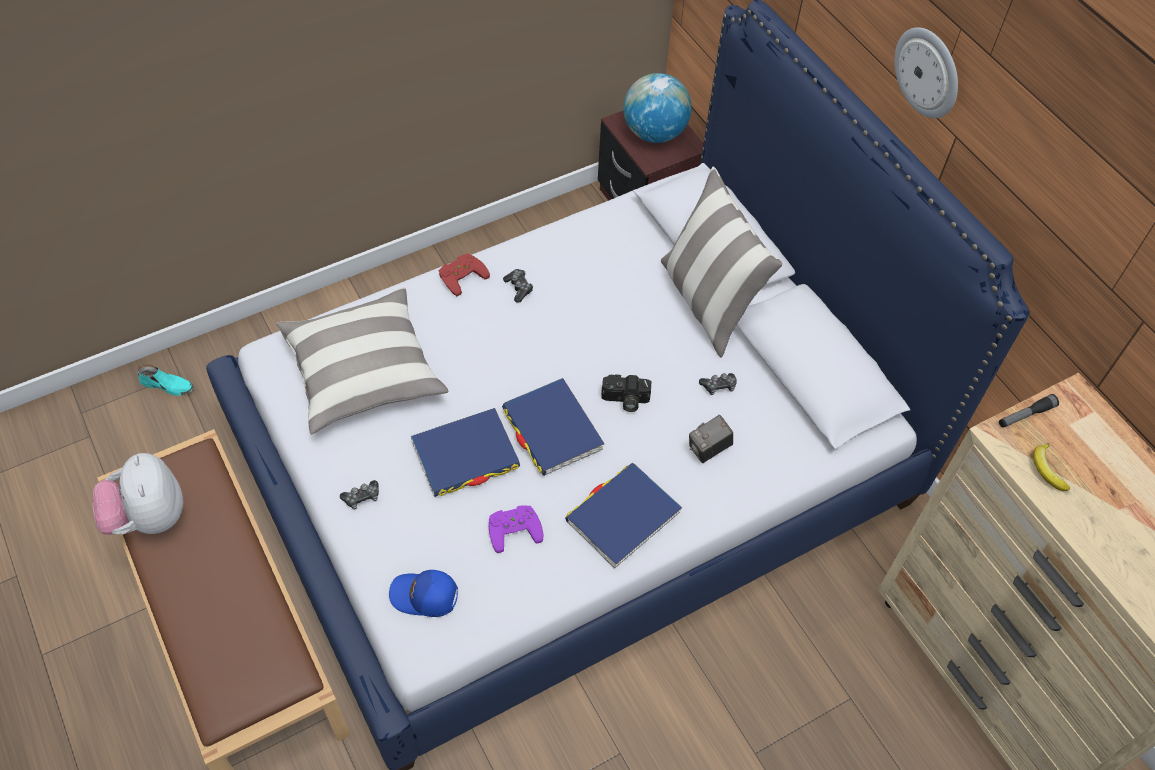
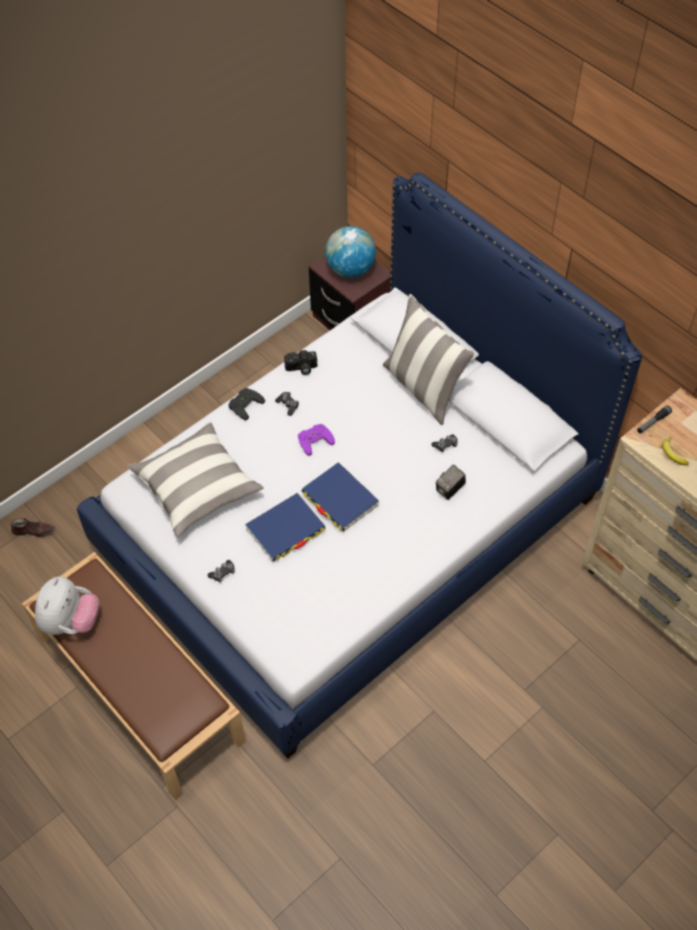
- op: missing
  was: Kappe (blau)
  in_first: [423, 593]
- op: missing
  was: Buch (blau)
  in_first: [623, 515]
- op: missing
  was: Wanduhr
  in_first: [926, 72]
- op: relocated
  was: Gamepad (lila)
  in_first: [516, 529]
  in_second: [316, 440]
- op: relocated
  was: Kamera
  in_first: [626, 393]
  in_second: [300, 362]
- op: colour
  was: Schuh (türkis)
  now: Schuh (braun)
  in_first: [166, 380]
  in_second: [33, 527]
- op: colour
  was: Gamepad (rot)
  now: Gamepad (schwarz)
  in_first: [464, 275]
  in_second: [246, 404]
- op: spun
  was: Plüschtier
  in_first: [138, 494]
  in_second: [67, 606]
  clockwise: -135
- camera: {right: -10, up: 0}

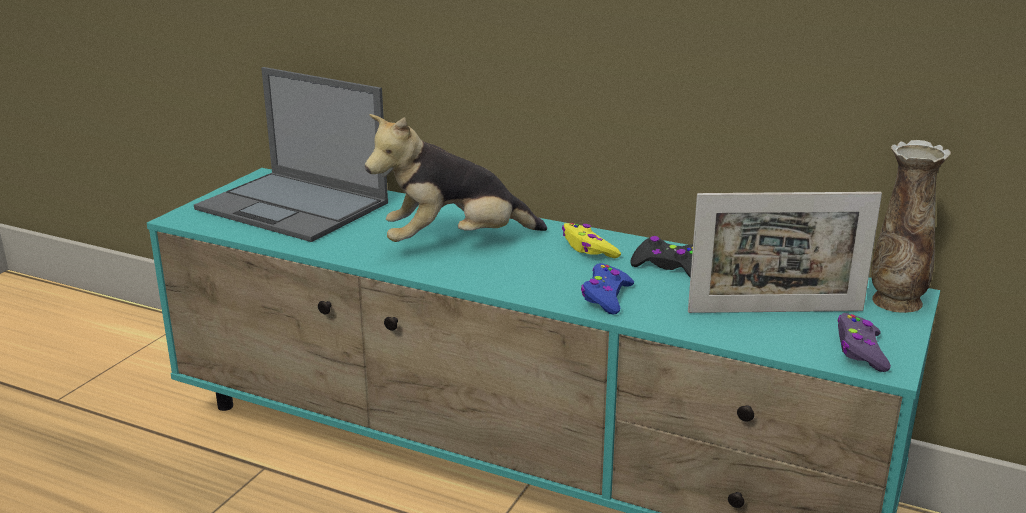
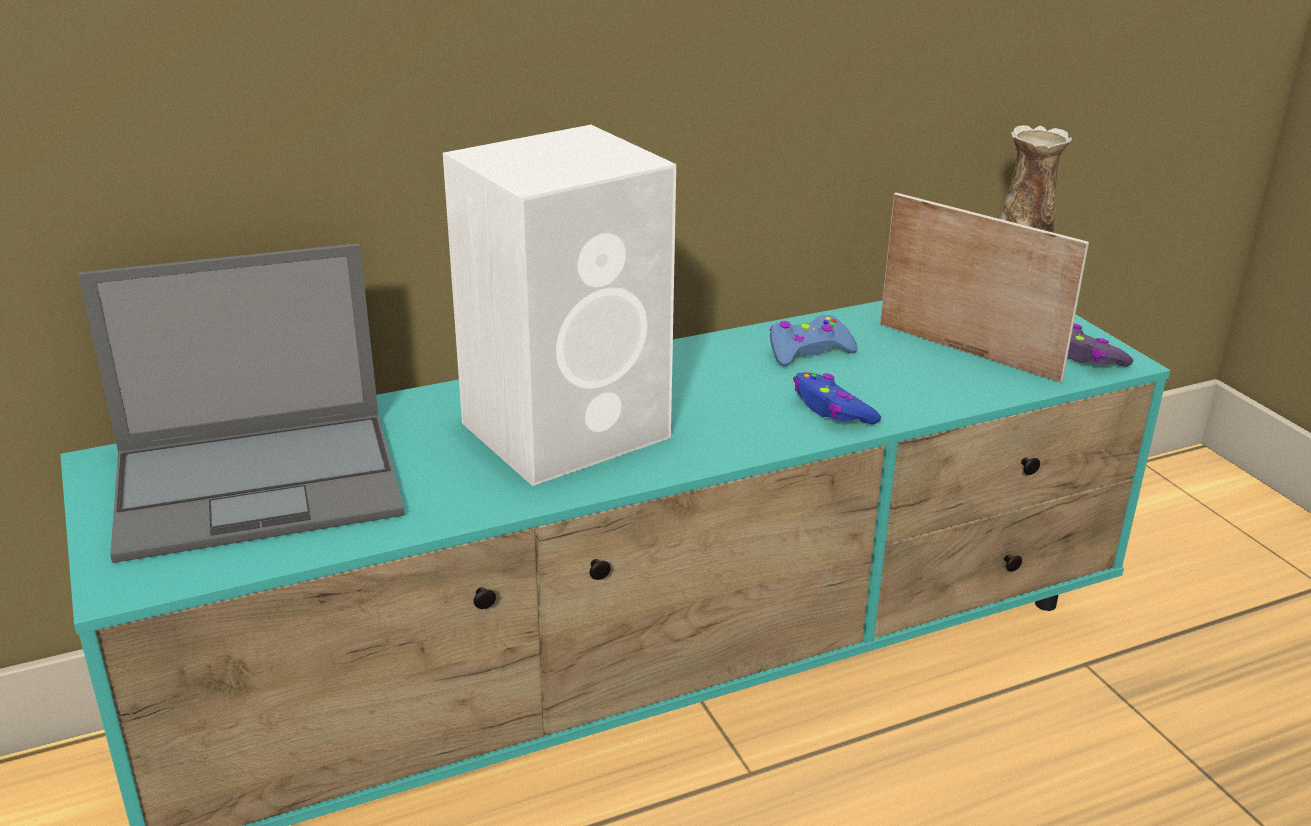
- op: missing
  was: Gamepad (gelb)
  in_first: [591, 240]
- op: exchanged
  was: Plüschtier
  now: Lautsprecher (weiß)
  in_first: [456, 178]
  in_second: [559, 305]
- op: colour
  was: Gamepad (schwarz)
  now: Gamepad (blau)
  in_first: [661, 256]
  in_second: [814, 340]
- op: spun
  was: Bilderrahmen
  in_first: [785, 252]
  in_second: [984, 288]
  clockwise: -90
- camera: {right: -50, up: 5}

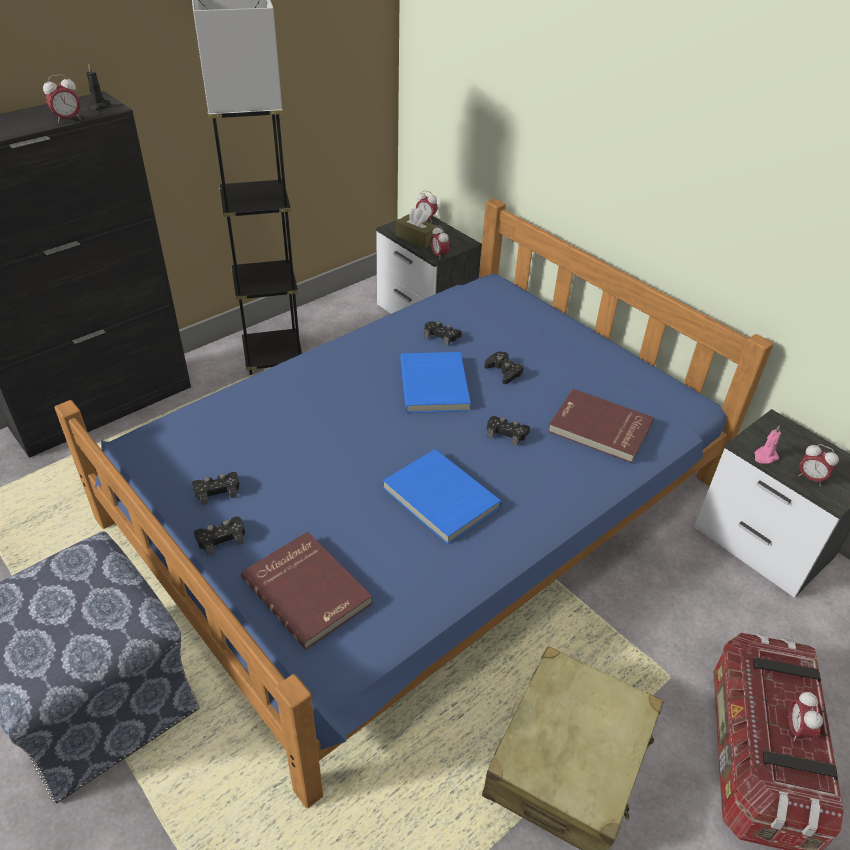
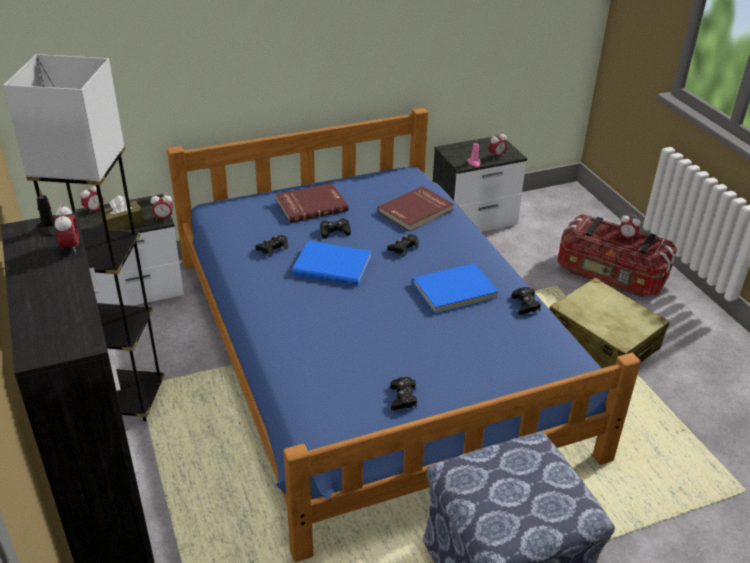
- op: relocated
  was: Gamepad (schwarz)
  in_first: [219, 535]
  in_second: [526, 301]
- op: relocated
  was: Buch (rot)
  in_first: [306, 591]
  in_second: [312, 203]
- camera: {right: -70, up: -5}

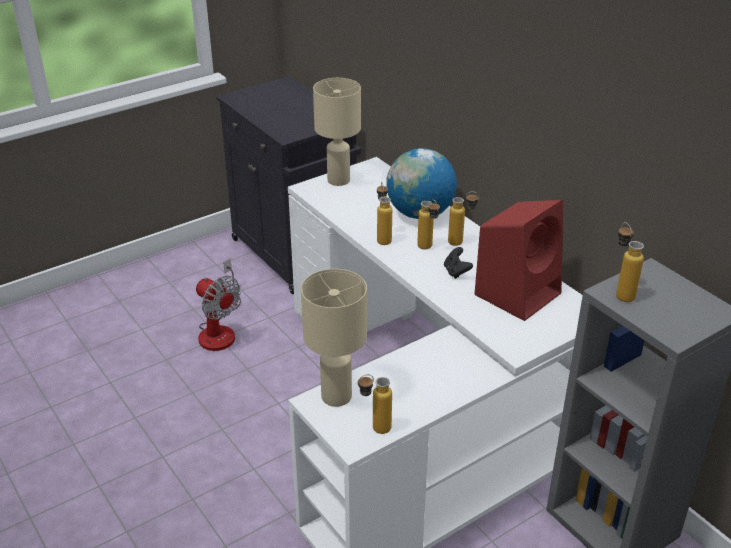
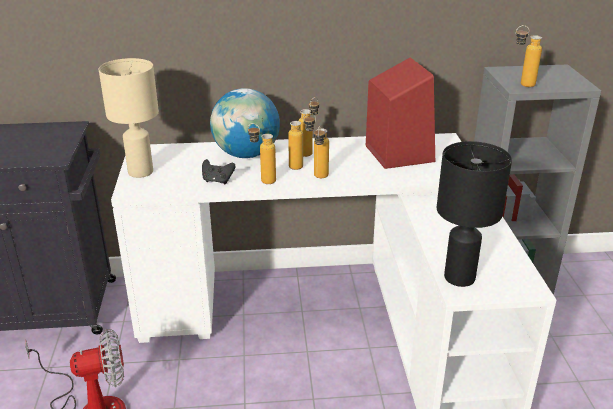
- op: relocated
  was: Flasche
  in_first: [375, 404]
  in_second: [321, 152]
- op: relocated
  was: Gamepad (schwarz)
  in_first: [458, 263]
  in_second: [218, 172]
- op: colour
  was: Tischlampe (beige)
  now: Tischlampe (schwarz)
  in_first: [334, 338]
  in_second: [474, 214]
- camera: {right: -60, up: -5}

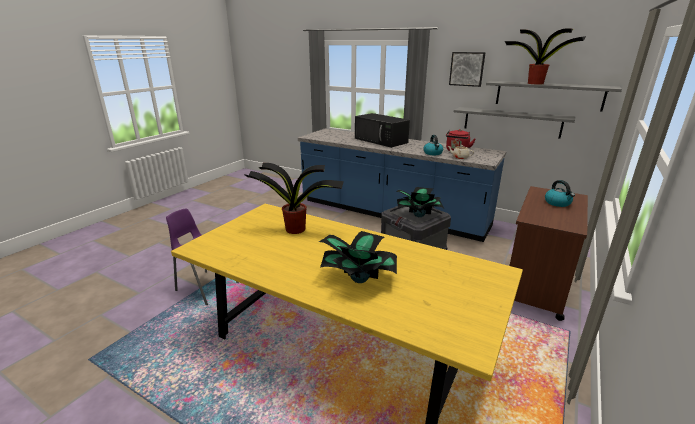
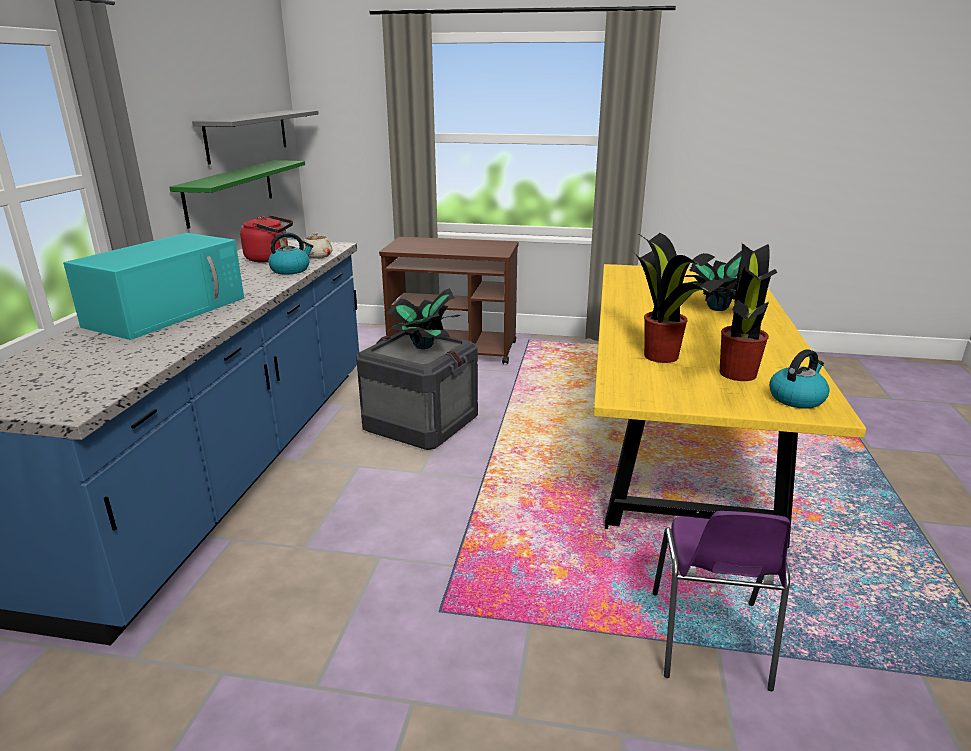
- op: missing
  was: Bild
  in_first: [467, 69]
- op: relocated
  was: Topfpflanze
  in_first: [545, 56]
  in_second: [748, 312]
- op: relocated
  was: Wasserkessel
  in_first: [560, 193]
  in_second: [799, 379]
- op: colour
  was: Mikrowelle (schwarz)
  now: Mikrowelle (türkis)
  in_first: [382, 130]
  in_second: [153, 286]
- op: colour
  was: Wandregal (grau)
  now: Wandregal (grün)
  in_first: [515, 123]
  in_second: [237, 194]
- camera: {right: -110, up: 0}

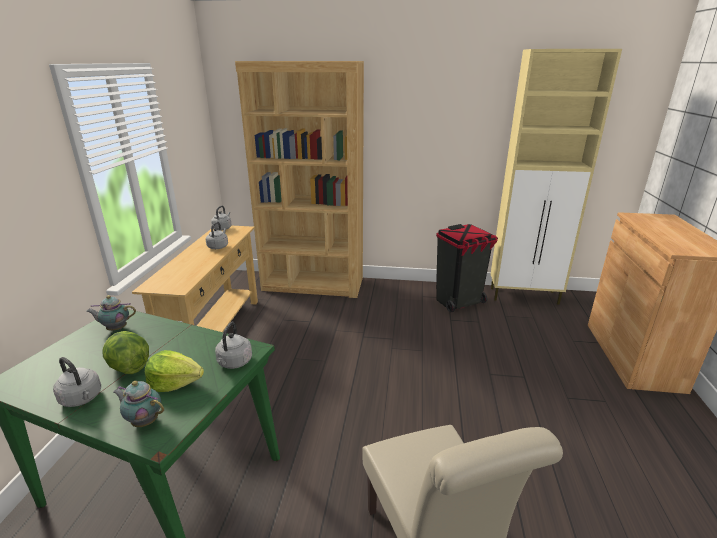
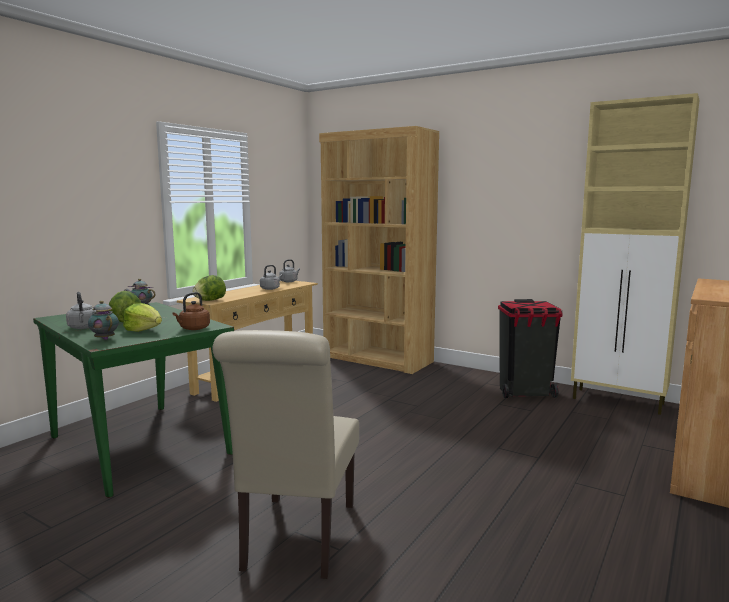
- op: appeared
  now: Salatkopf
  in_second: [209, 288]
- op: colour
  was: Wasserkessel (grau)
  now: Wasserkessel (braun)
  in_first: [233, 345]
  in_second: [191, 311]
- camera: {right: 25, up: -15}

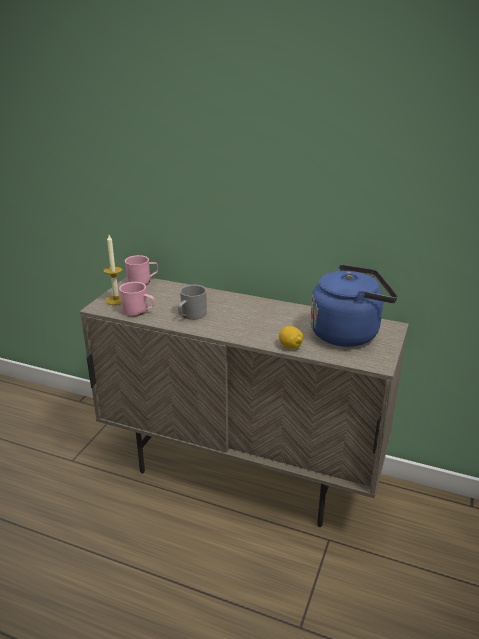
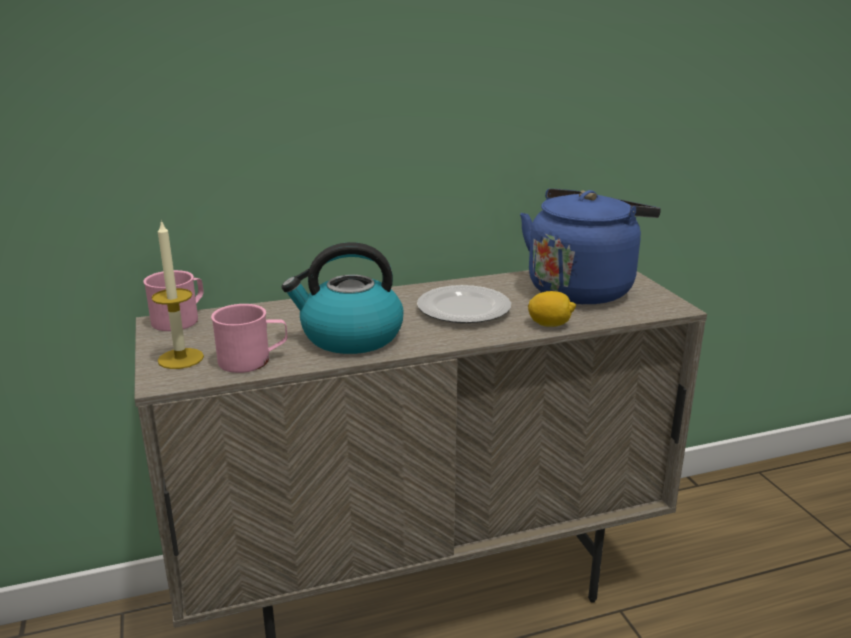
- op: appeared
  now: Teller
  in_second: [464, 304]
- op: exchanged
  was: Henkelbecher (grau)
  now: Wasserkessel
  in_first: [192, 302]
  in_second: [343, 298]
- camera: {right: -40, up: -5}

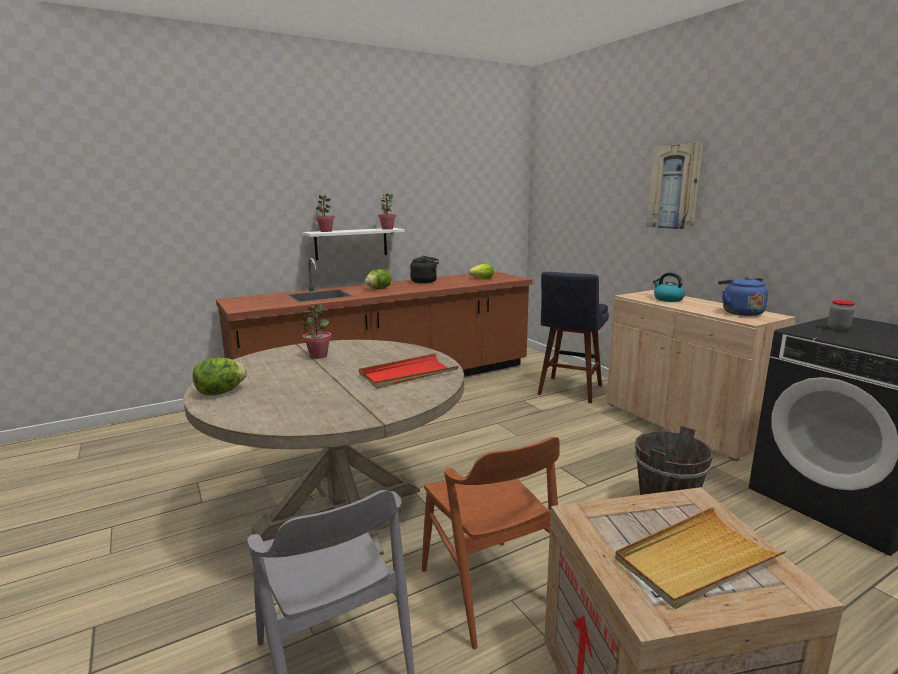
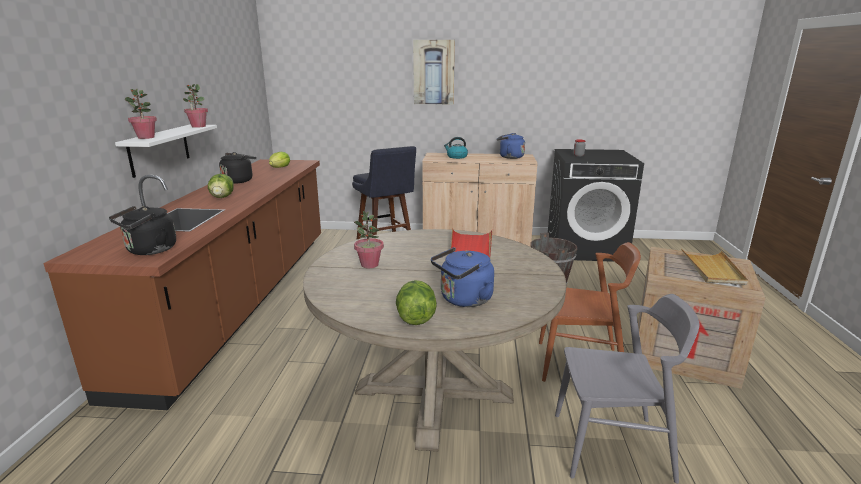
- op: appeared
  now: Wasserkessel (schwarz)
  in_second: [142, 230]
- op: appeared
  now: Wasserkessel (blau)
  in_second: [462, 277]
- camera: {right: -55, up: 5}

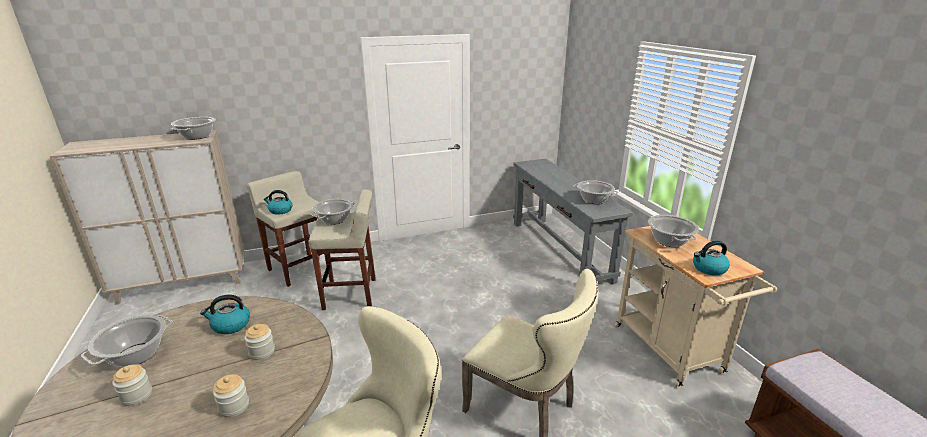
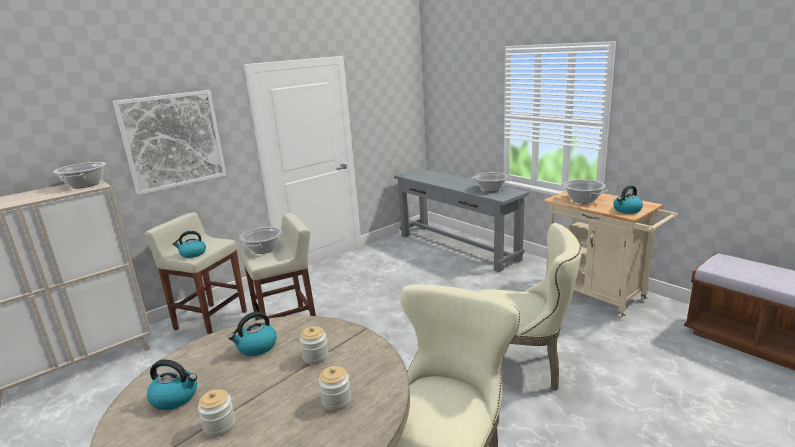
- op: appeared
  now: Bild
  in_second: [169, 142]
- op: exchanged
  was: Kochtopf
  now: Wasserkessel
  in_first: [127, 341]
  in_second: [172, 384]
- camera: {right: -20, up: -5}

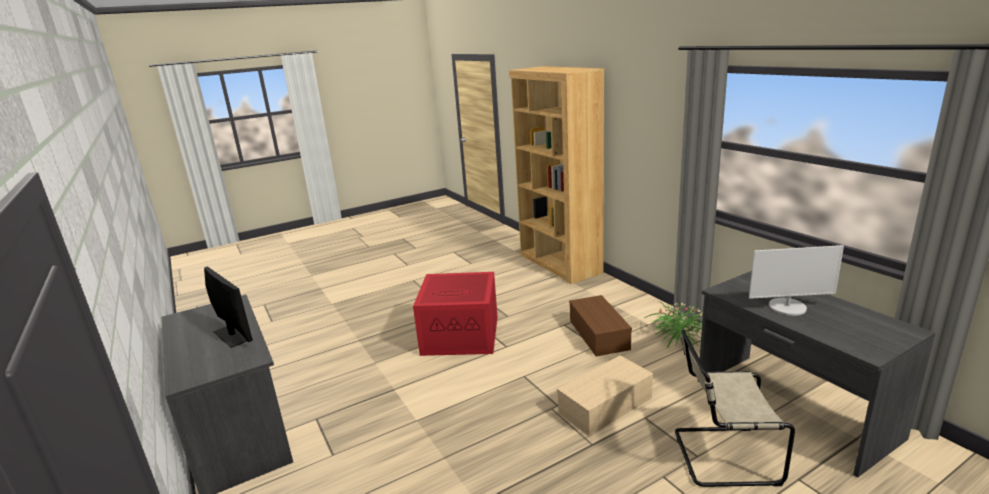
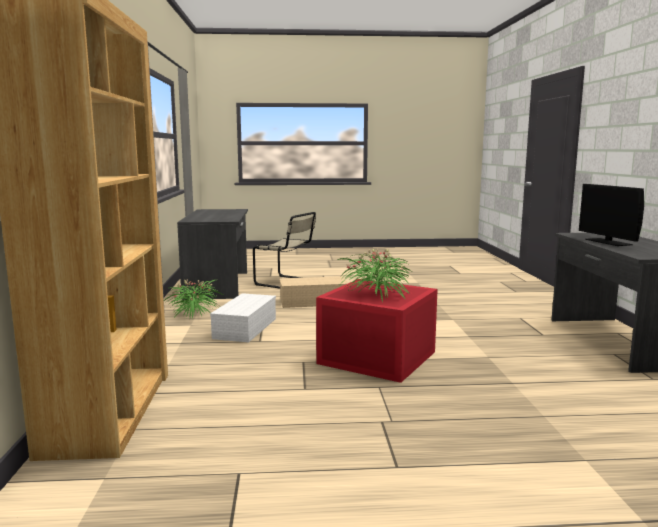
- op: missing
  was: Monitor
  in_first: [796, 280]
- op: appeared
  now: Topfpflanze
  in_second: [374, 276]
- op: colour
  was: Aufbewahrungsbox (braun)
  now: Aufbewahrungsbox (weiß)
  in_first: [600, 326]
  in_second: [243, 317]
- camera: {right: -155, up: -10}

